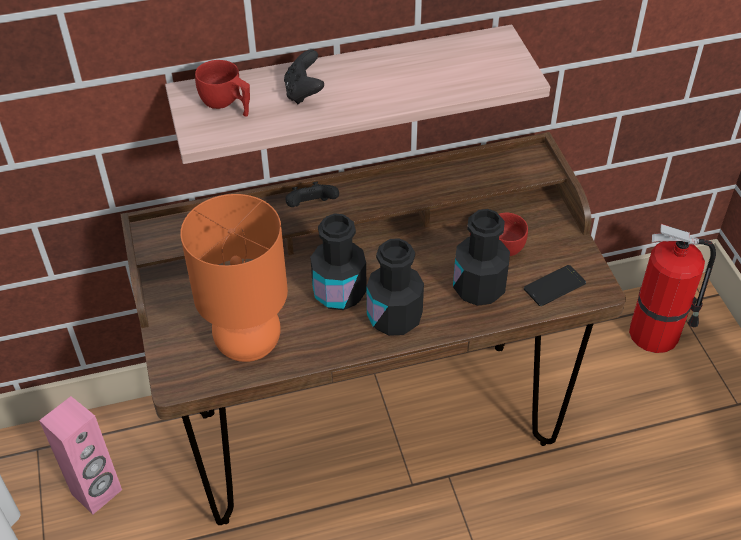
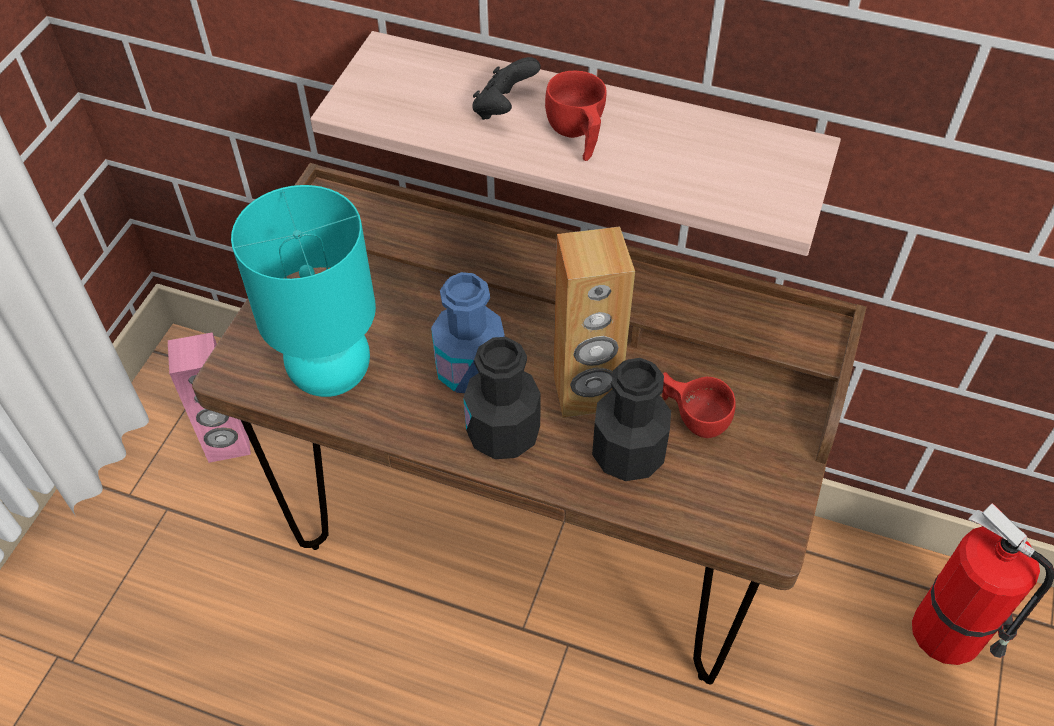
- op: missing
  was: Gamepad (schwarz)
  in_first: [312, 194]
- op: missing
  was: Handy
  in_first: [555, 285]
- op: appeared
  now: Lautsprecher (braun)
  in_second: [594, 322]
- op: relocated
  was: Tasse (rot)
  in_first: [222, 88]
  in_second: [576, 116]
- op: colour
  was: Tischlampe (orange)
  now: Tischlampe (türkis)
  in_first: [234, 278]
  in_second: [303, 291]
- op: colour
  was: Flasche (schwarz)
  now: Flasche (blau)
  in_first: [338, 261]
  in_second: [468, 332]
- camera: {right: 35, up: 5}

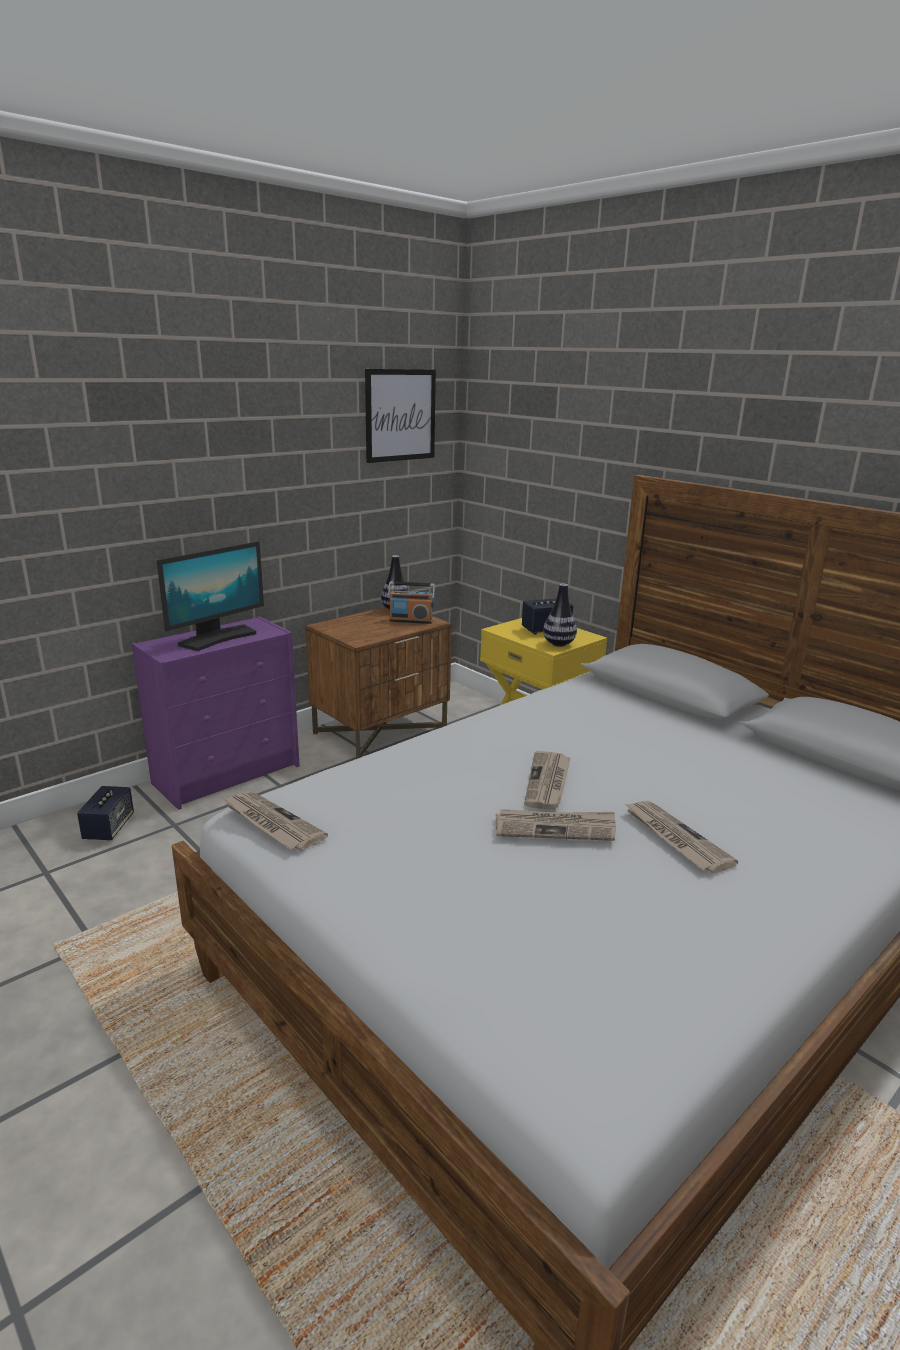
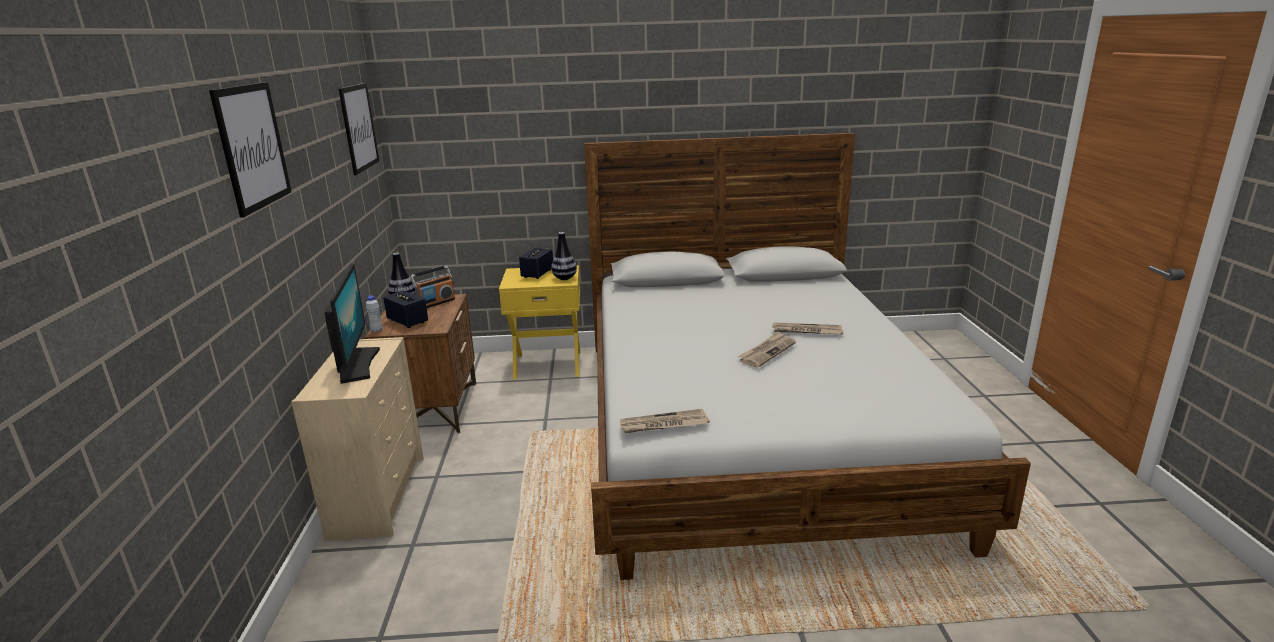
- op: missing
  was: Zeitung
  in_first: [547, 780]
- op: appeared
  now: Bild
  in_second: [250, 150]
- op: appeared
  now: Flasche (weiß)
  in_second: [374, 314]
- op: relocated
  was: Lautsprecher
  in_first: [105, 813]
  in_second: [405, 309]
- op: colour
  was: Kommode (lila)
  now: Kommode (beige)
  in_first: [216, 713]
  in_second: [357, 439]
- camera: {right: -50, up: 0}

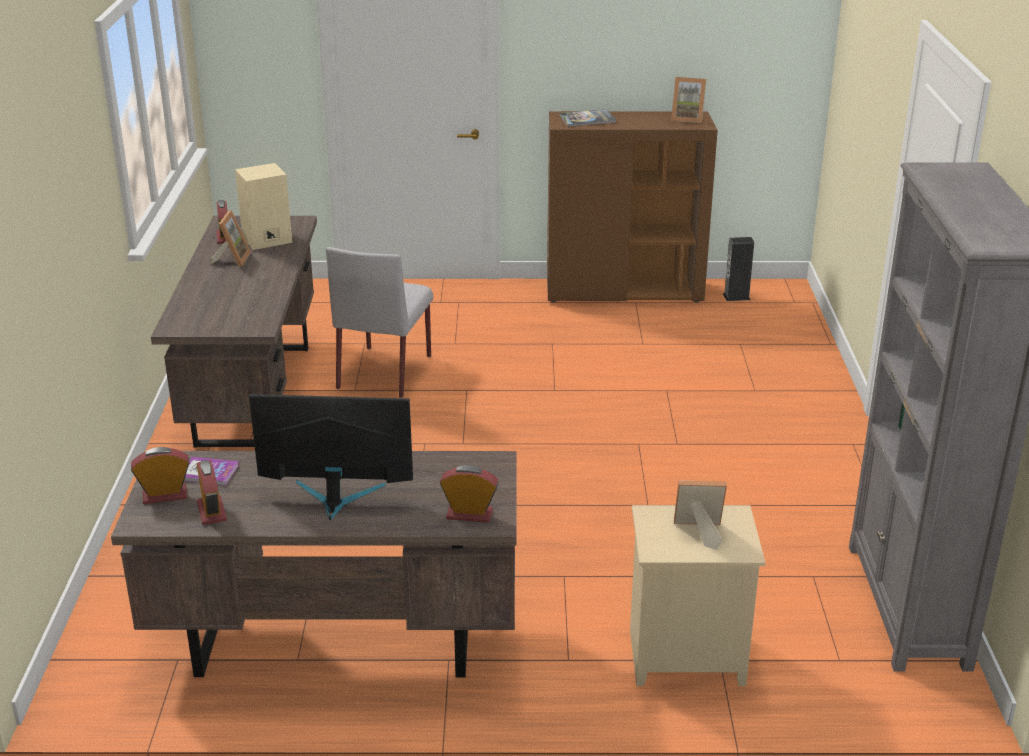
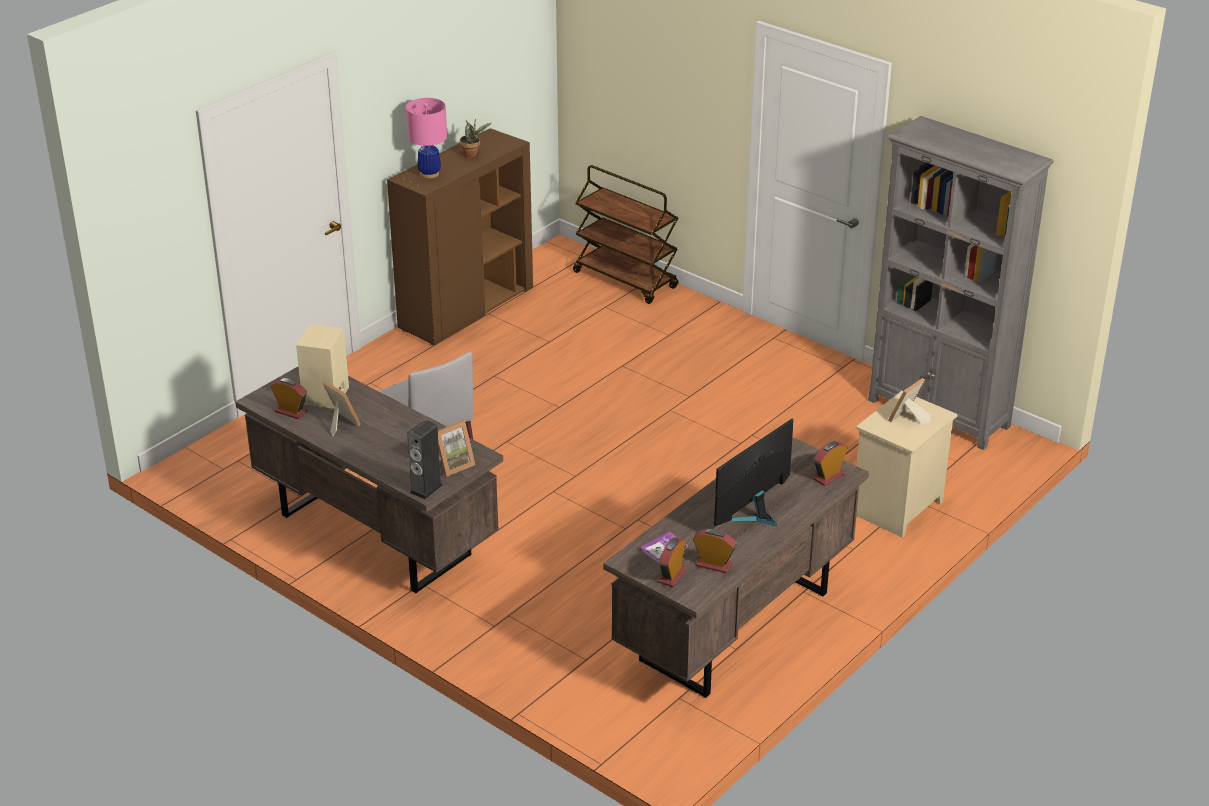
- op: appeared
  now: Topfpflanze
  in_second: [476, 138]
- op: appeared
  now: Rollwagen (braun)
  in_second: [625, 234]
- op: relocated
  was: Bilderrahmen
  in_first: [688, 100]
  in_second: [456, 448]
- op: relocated
  was: Lautsprecher
  in_first: [738, 269]
  in_second: [425, 460]
- op: exchanged
  was: Buch
  now: Tischlampe (rosa)
  in_first: [587, 118]
  in_second: [426, 138]
- camera: {right: -50, up: 5}

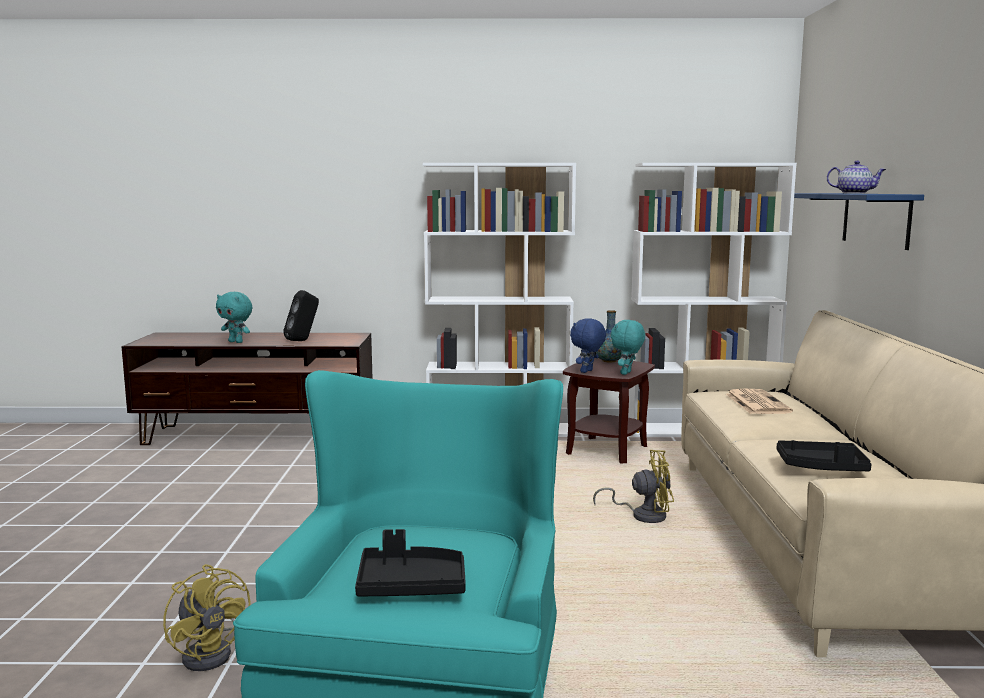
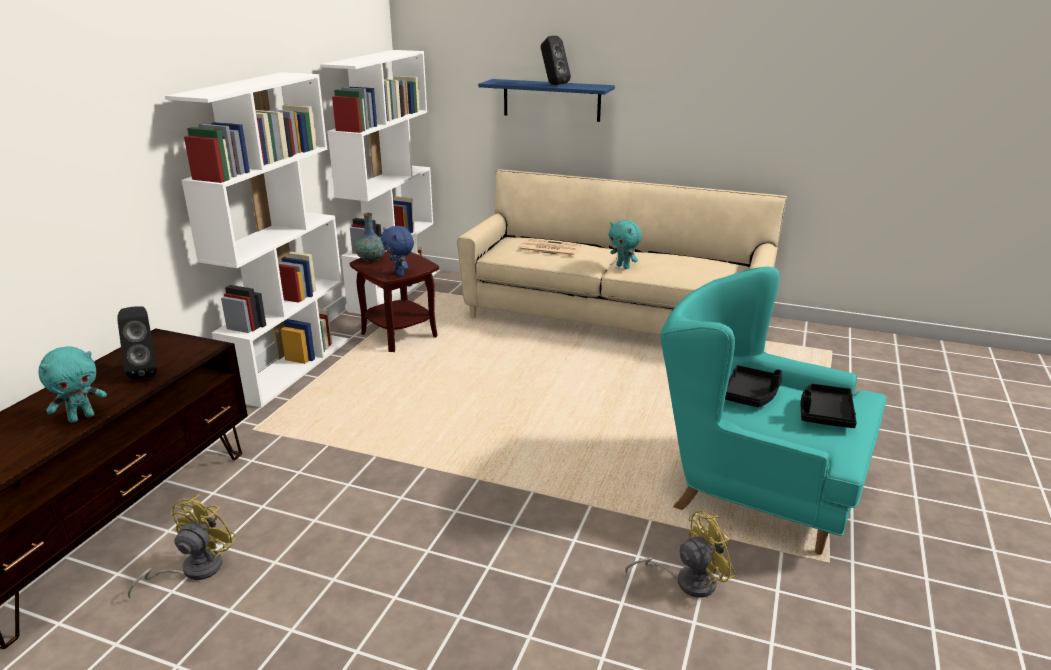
- op: relocated
  was: Ventilator (gelb)
  in_first: [633, 486]
  in_second: [182, 547]
- op: relocated
  was: Plüschtier (türkis)
  in_first: [628, 347]
  in_second: [625, 244]
- op: relocated
  was: Tablett (schwarz)
  in_first: [824, 455]
  in_second: [753, 386]
- op: exchanged
  was: Teekanne
  now: Lautsprecher (schwarz)
  in_first: [856, 177]
  in_second: [556, 60]
- camera: {right: -70, up: 15}

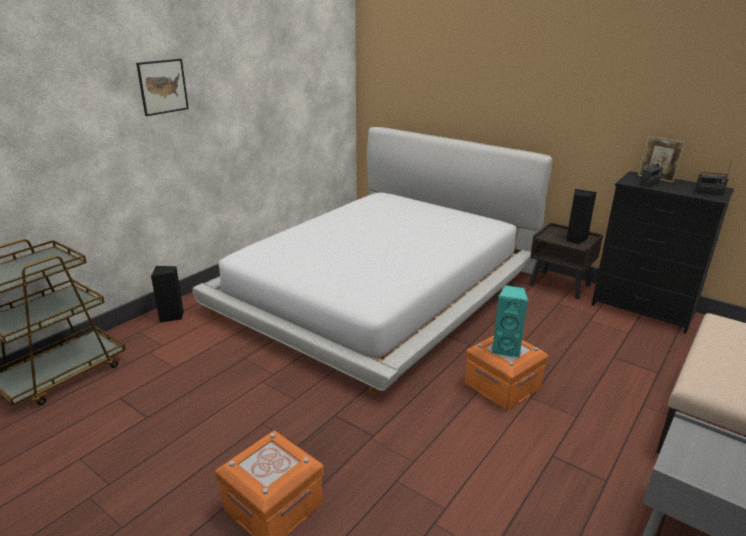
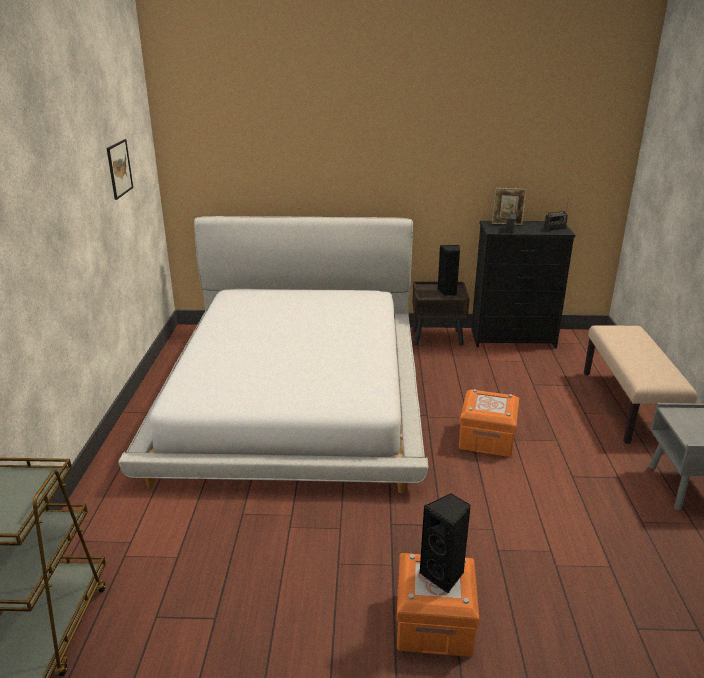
- op: missing
  was: Lautsprecher (türkis)
  in_first: [509, 321]
- op: relocated
  was: Bild
  in_first: [162, 87]
  in_second: [120, 169]
- op: relocated
  was: Lautsprecher (schwarz)
  in_first: [167, 294]
  in_second: [445, 543]
- camera: {right: -35, up: 0}

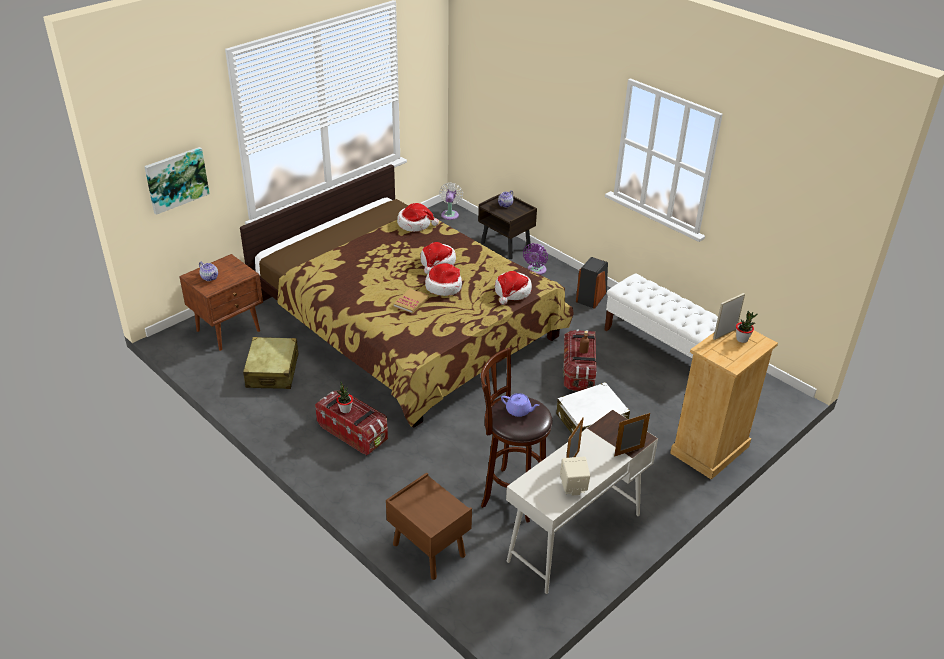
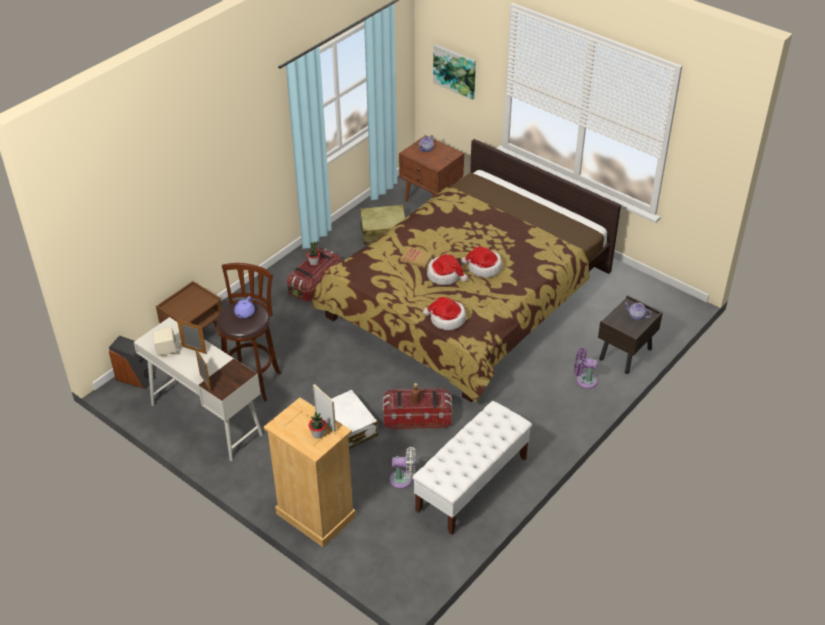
- op: missing
  was: Hut
  in_first: [418, 217]
- op: relocated
  was: Ventilator (weiß)
  in_first: [451, 201]
  in_second: [402, 468]
- op: relocated
  was: Lautsprecher
  in_first: [592, 283]
  in_second: [132, 362]
- camera: {right: 85, up: 5}

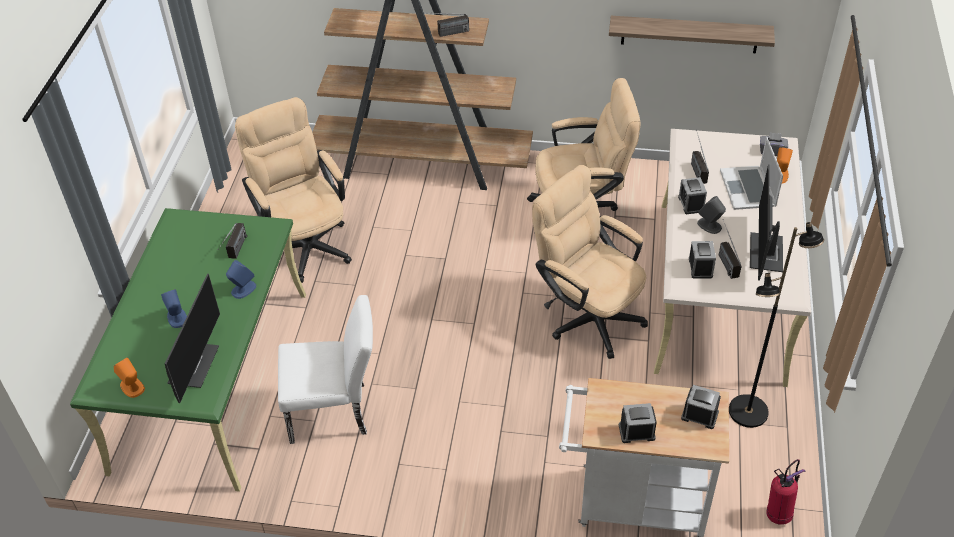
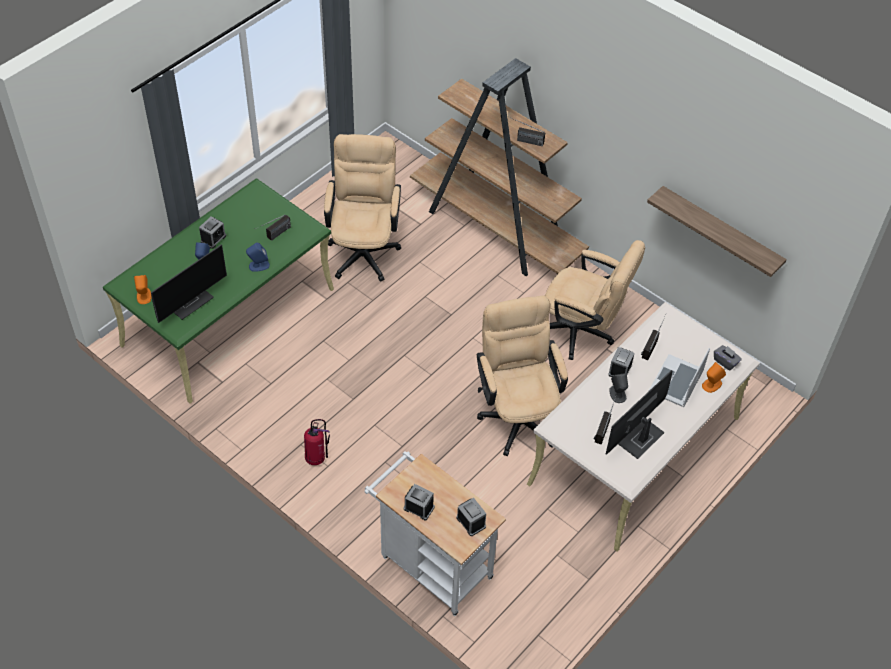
- op: missing
  was: Stuhl (weiß)
  in_first: [325, 369]
- op: missing
  was: Stehlampe (schwarz)
  in_first: [776, 325]
- op: relocated
  was: Wecker
  in_first: [702, 260]
  in_second: [212, 233]
- op: relocated
  was: Feuerlöscher
  in_first: [785, 492]
  in_second: [317, 442]
- camera: {right: 30, up: 5}

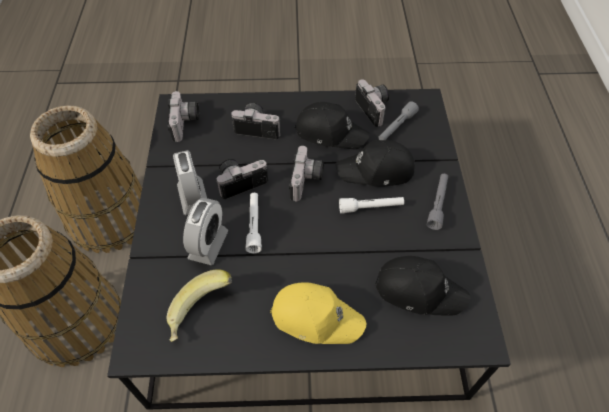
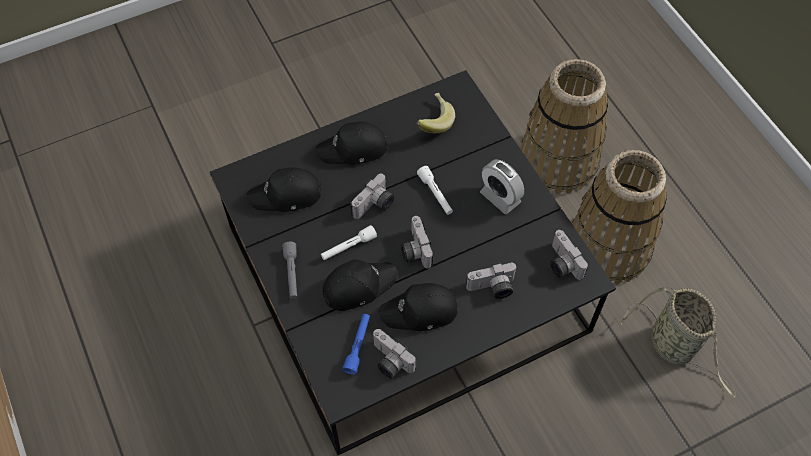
- op: missing
  was: Wecker
  in_first: [205, 231]
- op: appeared
  now: Korb
  in_second: [678, 342]
- op: relocated
  was: Kamera
  in_first: [242, 179]
  in_second: [372, 196]
- op: colour
  was: Kappe (gelb)
  now: Kappe (schwarz)
  in_first: [318, 313]
  in_second: [351, 143]
- op: colour
  was: Taschenlampe (grau)
  now: Taschenlampe (blau)
  in_first: [398, 120]
  in_second: [356, 344]
- camera: {right: 155, up: 5}

